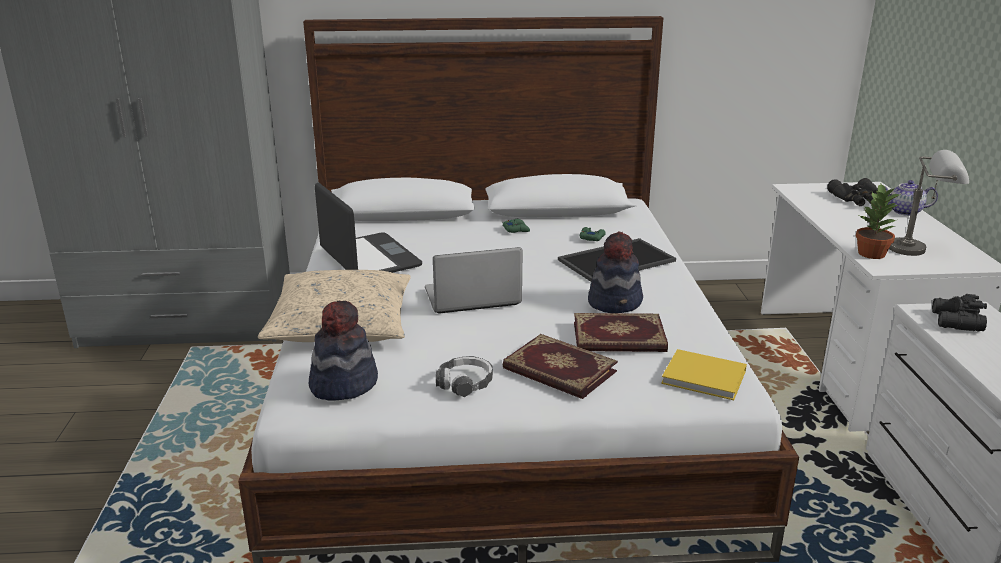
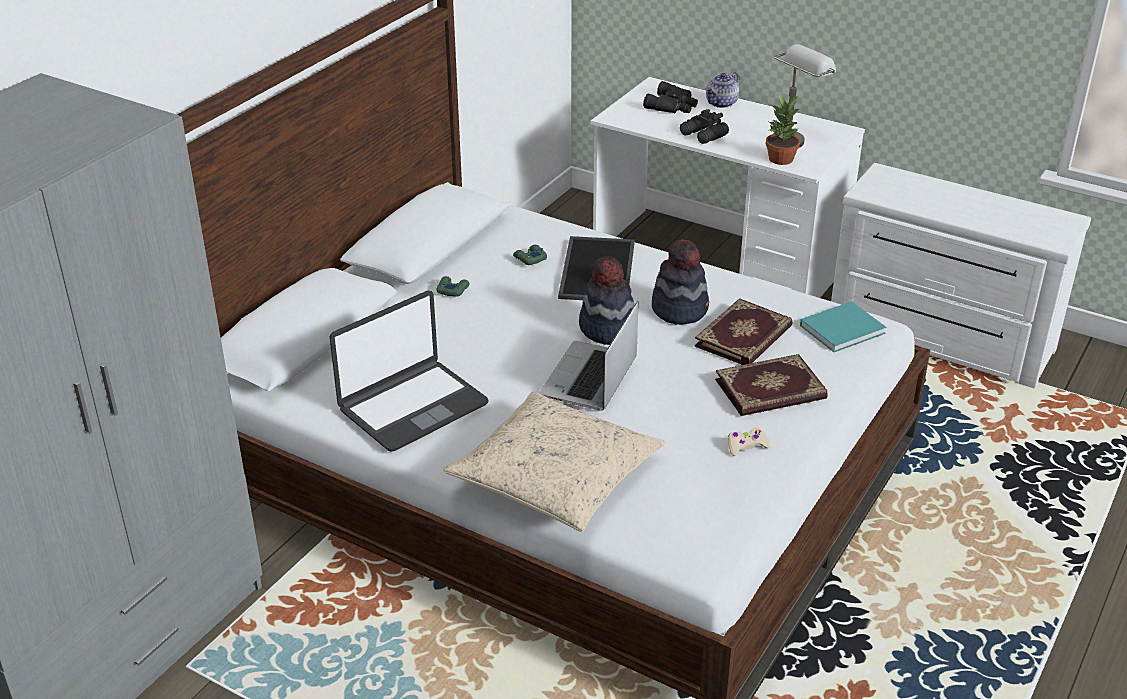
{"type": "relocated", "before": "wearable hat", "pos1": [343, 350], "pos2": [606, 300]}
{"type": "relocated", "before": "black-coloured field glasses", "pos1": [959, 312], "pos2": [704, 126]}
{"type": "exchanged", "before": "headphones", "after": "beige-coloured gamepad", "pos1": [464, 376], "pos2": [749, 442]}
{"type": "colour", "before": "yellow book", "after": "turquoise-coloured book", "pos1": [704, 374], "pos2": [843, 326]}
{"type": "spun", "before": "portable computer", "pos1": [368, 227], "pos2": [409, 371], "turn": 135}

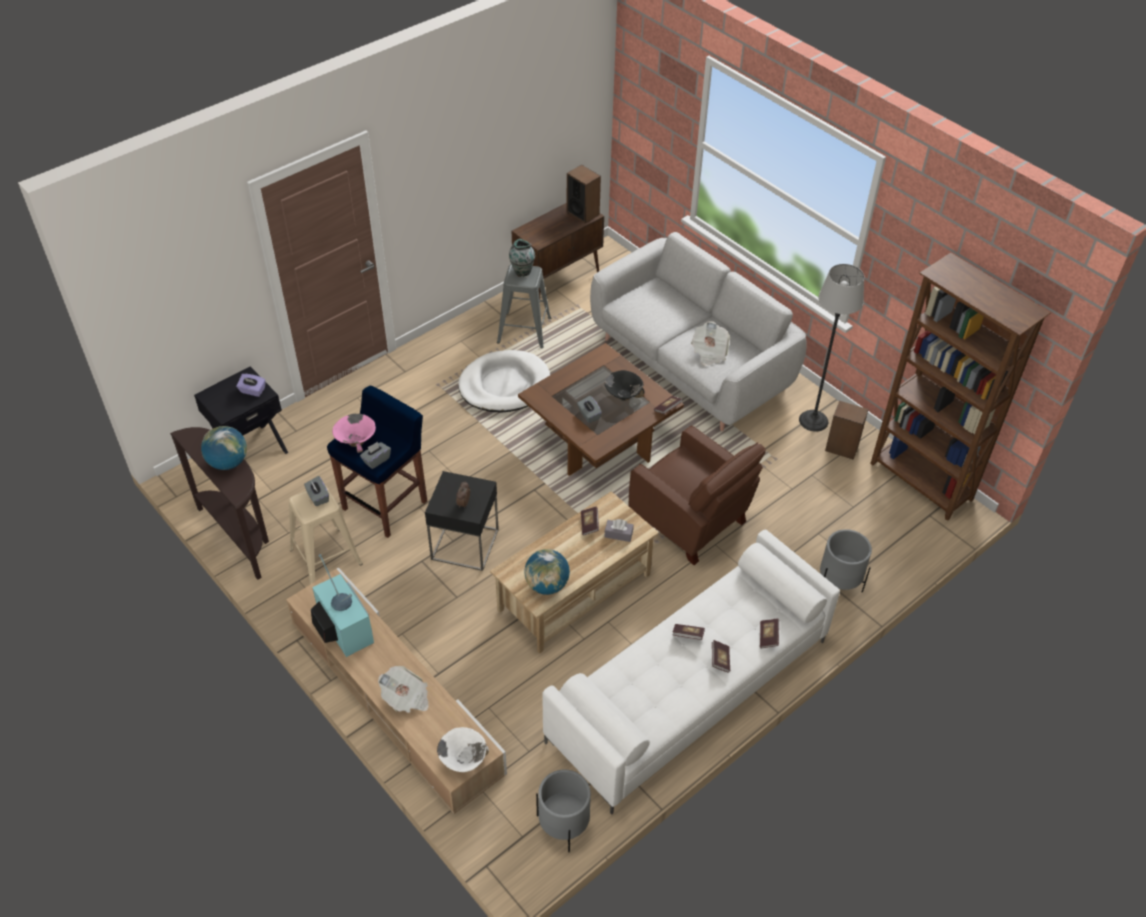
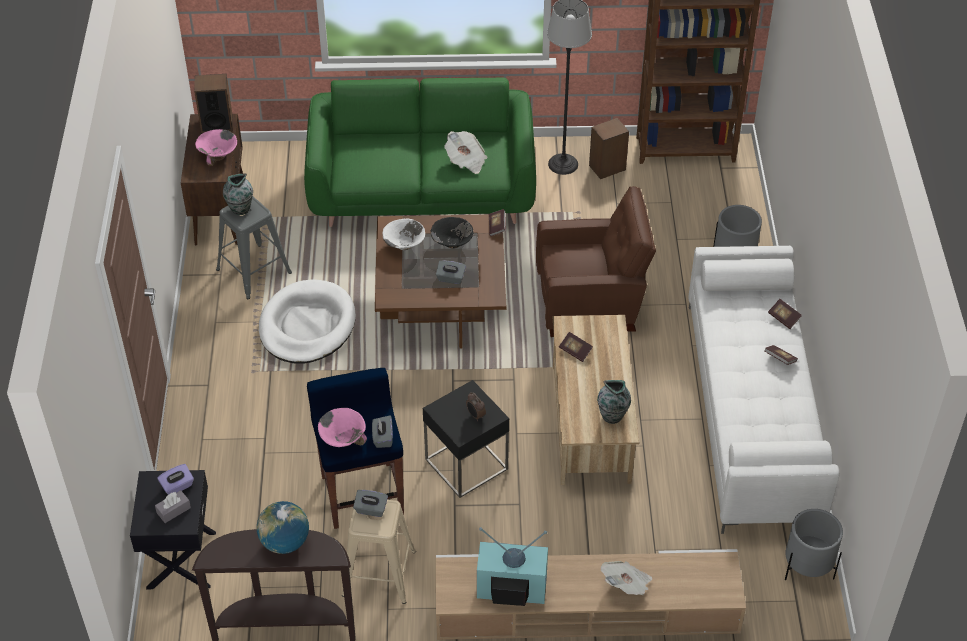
{"type": "missing", "before": "book", "pos1": [689, 632]}
{"type": "appeared", "after": "pink-coloured deep dish", "pos2": [216, 147]}
{"type": "relocated", "before": "whitish deep dish", "pos1": [463, 749], "pos2": [403, 234]}
{"type": "relocated", "before": "gray tissue holder", "pos1": [619, 530], "pos2": [173, 506]}
{"type": "exchanged", "before": "globe", "after": "decorative vase", "pos1": [547, 572], "pos2": [614, 402]}
{"type": "colour", "before": "gray settee", "after": "greenish settee", "pos1": [698, 331], "pos2": [420, 152]}

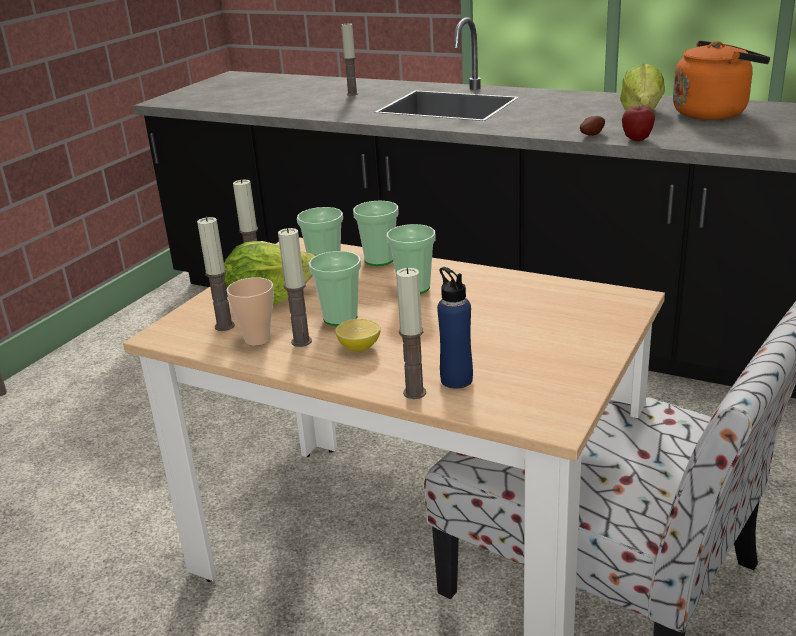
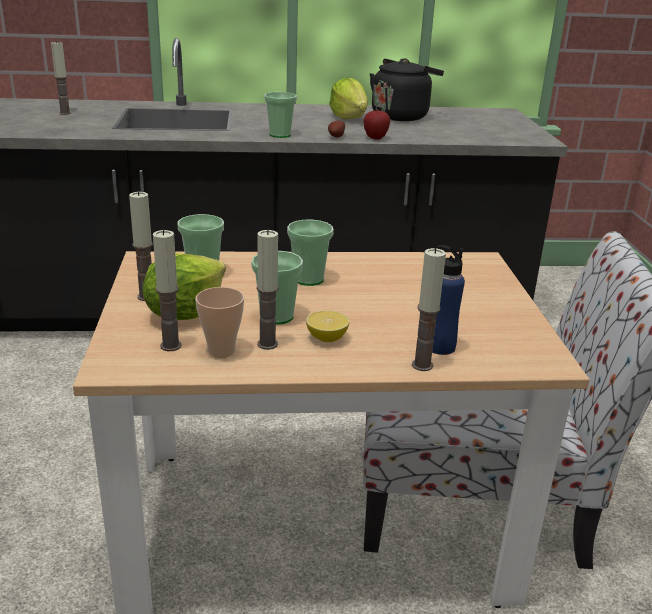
{"type": "relocated", "before": "small cup", "pos1": [376, 233], "pos2": [280, 115]}
{"type": "colour", "before": "orange-coloured tea kettle", "after": "black-coloured tea kettle", "pos1": [721, 80], "pos2": [407, 89]}

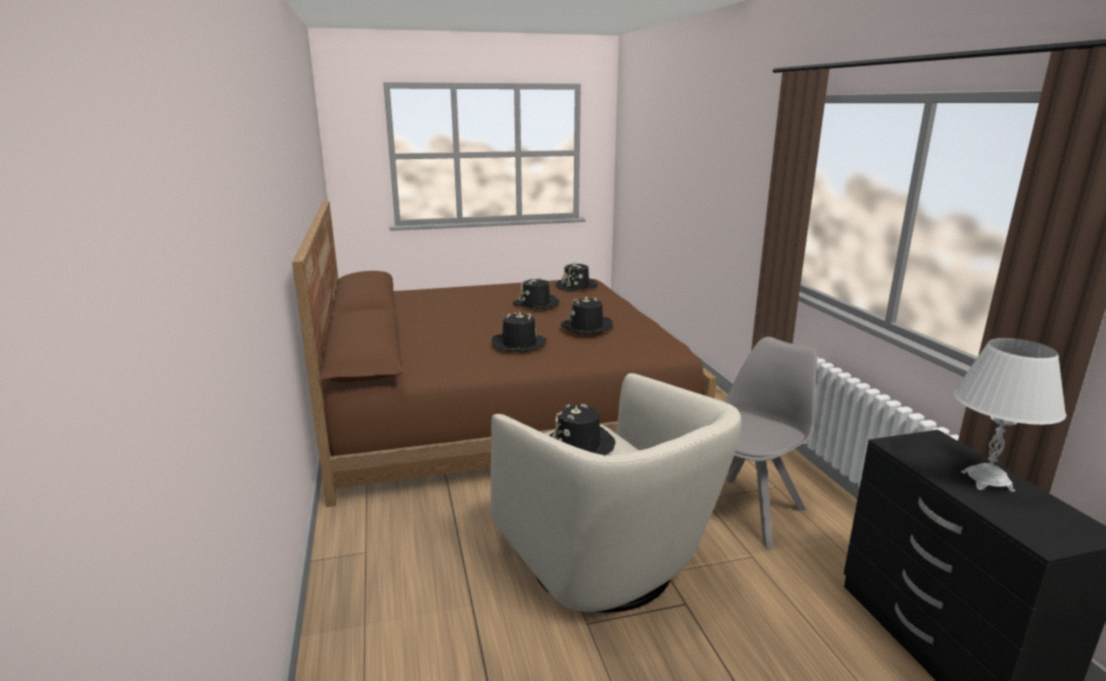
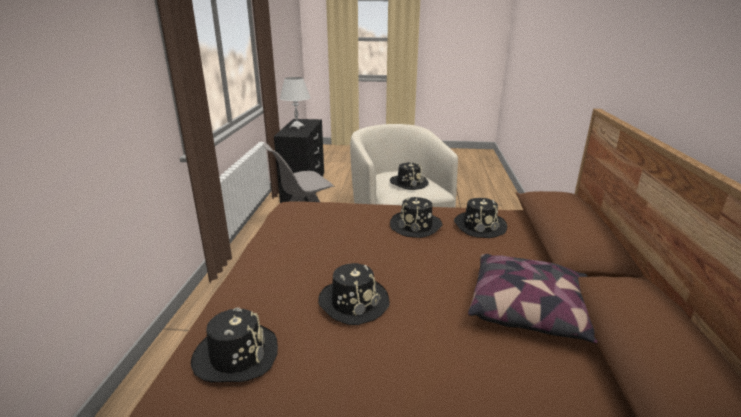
{"type": "appeared", "after": "throw pillow", "pos2": [533, 298]}
{"type": "relocated", "before": "black-coloured wearable hat", "pos1": [587, 315], "pos2": [480, 218]}

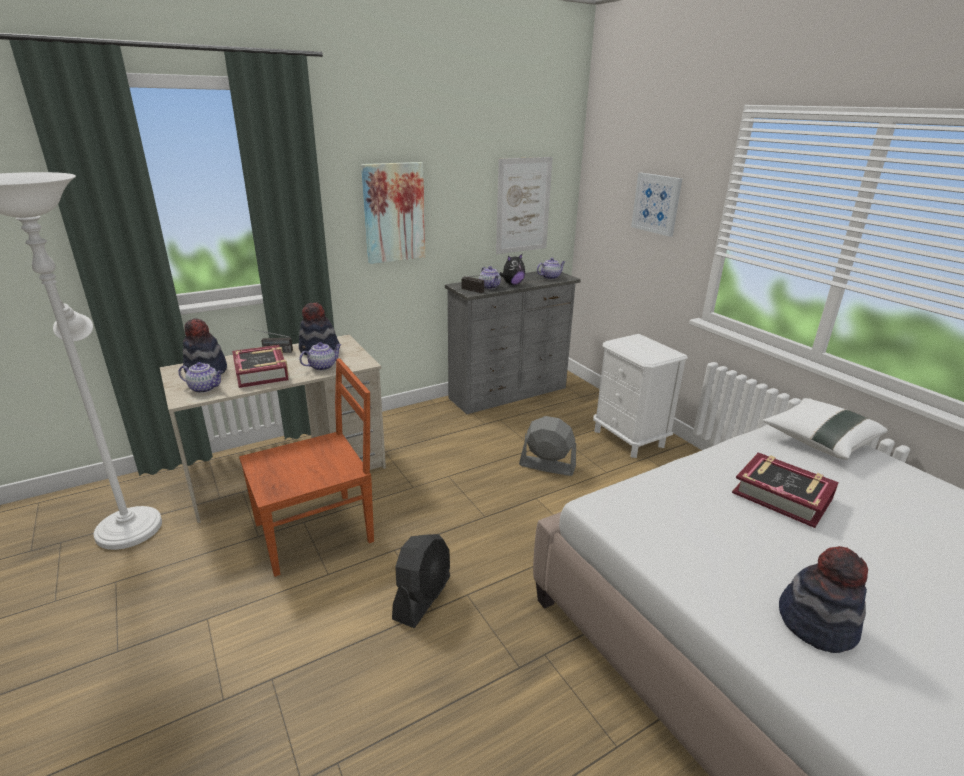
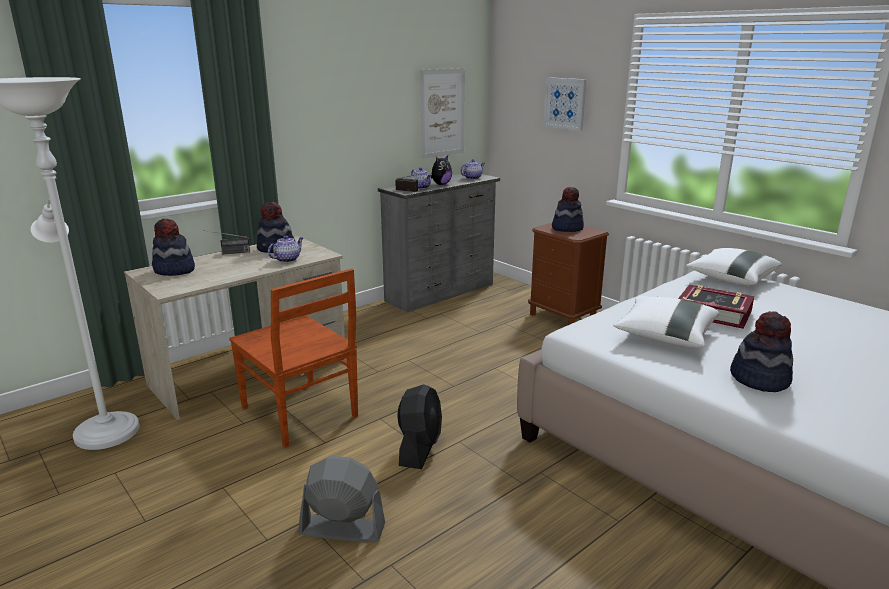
{"type": "missing", "before": "tea pot", "pos1": [200, 377]}
{"type": "missing", "before": "book", "pos1": [260, 366]}
{"type": "missing", "before": "picture", "pos1": [393, 213]}
{"type": "appeared", "after": "wearable hat", "pos2": [568, 209]}
{"type": "appeared", "after": "whitish throw pillow", "pos2": [666, 322]}
{"type": "relocated", "before": "gray electric fan", "pos1": [547, 446], "pos2": [341, 499]}
{"type": "colour", "before": "whitish bedside table", "after": "brownish bedside table", "pos1": [640, 396], "pos2": [568, 274]}
{"type": "spun", "before": "brownish plain chair", "pos1": [306, 467], "pos2": [293, 357], "turn": 90}

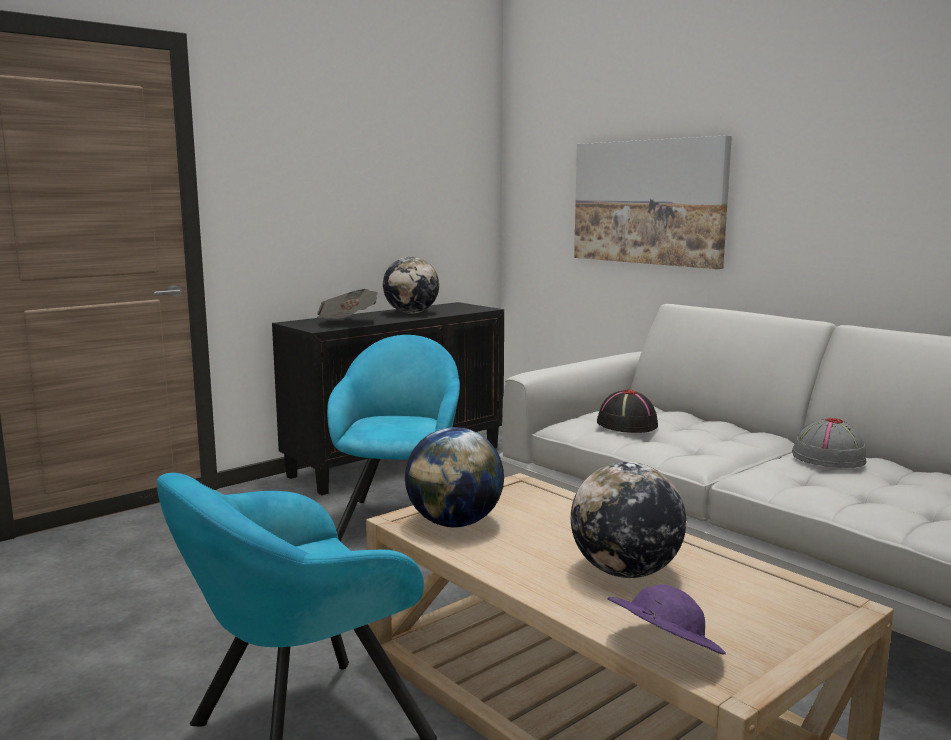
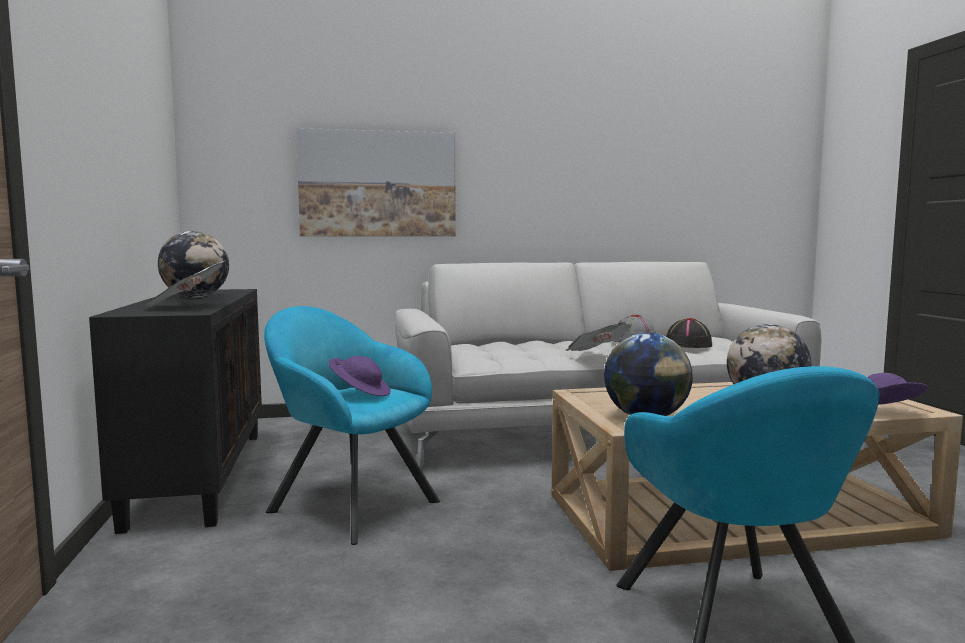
{"type": "appeared", "after": "purple-coloured wearable hat", "pos2": [359, 376]}
{"type": "appeared", "after": "daily paper", "pos2": [598, 336]}
{"type": "relocated", "before": "black-coloured wearable hat", "pos1": [627, 411], "pos2": [689, 333]}

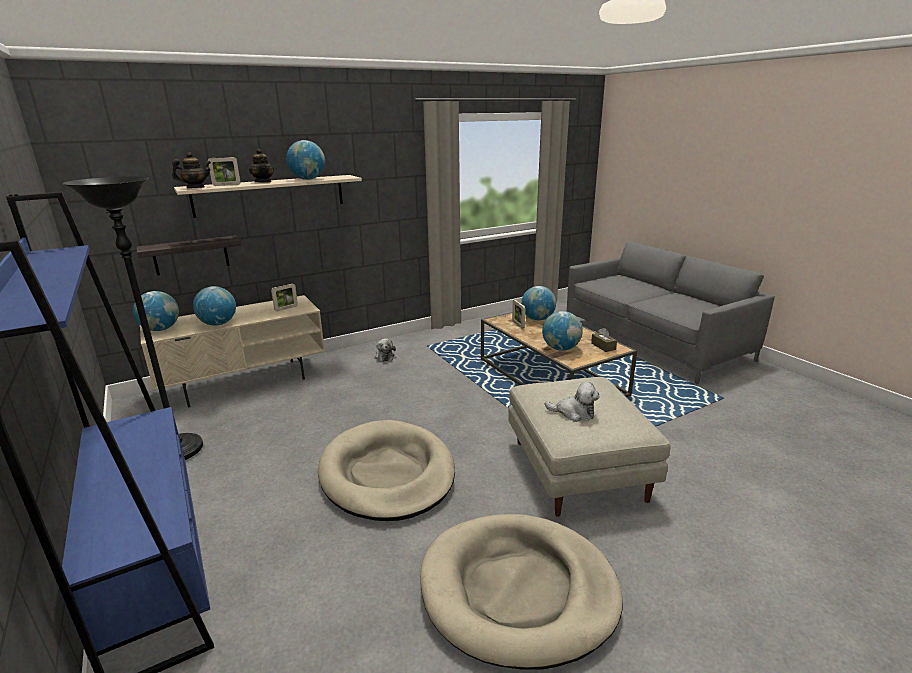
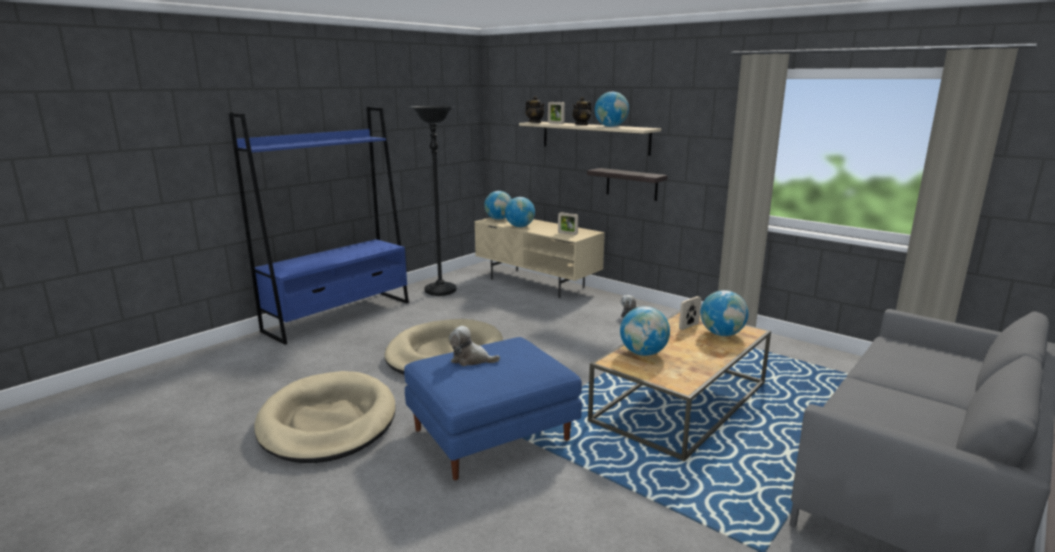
{"type": "missing", "before": "brownish tissue holder", "pos1": [604, 340]}
{"type": "relocated", "before": "bracket shelf", "pos1": [188, 255], "pos2": [627, 184]}
{"type": "colour", "before": "beige-coloured pouffe", "after": "bluish pouffe", "pos1": [589, 447], "pos2": [493, 408]}
{"type": "spun", "before": "cuddly toy", "pos1": [572, 402], "pos2": [474, 346], "turn": 105}

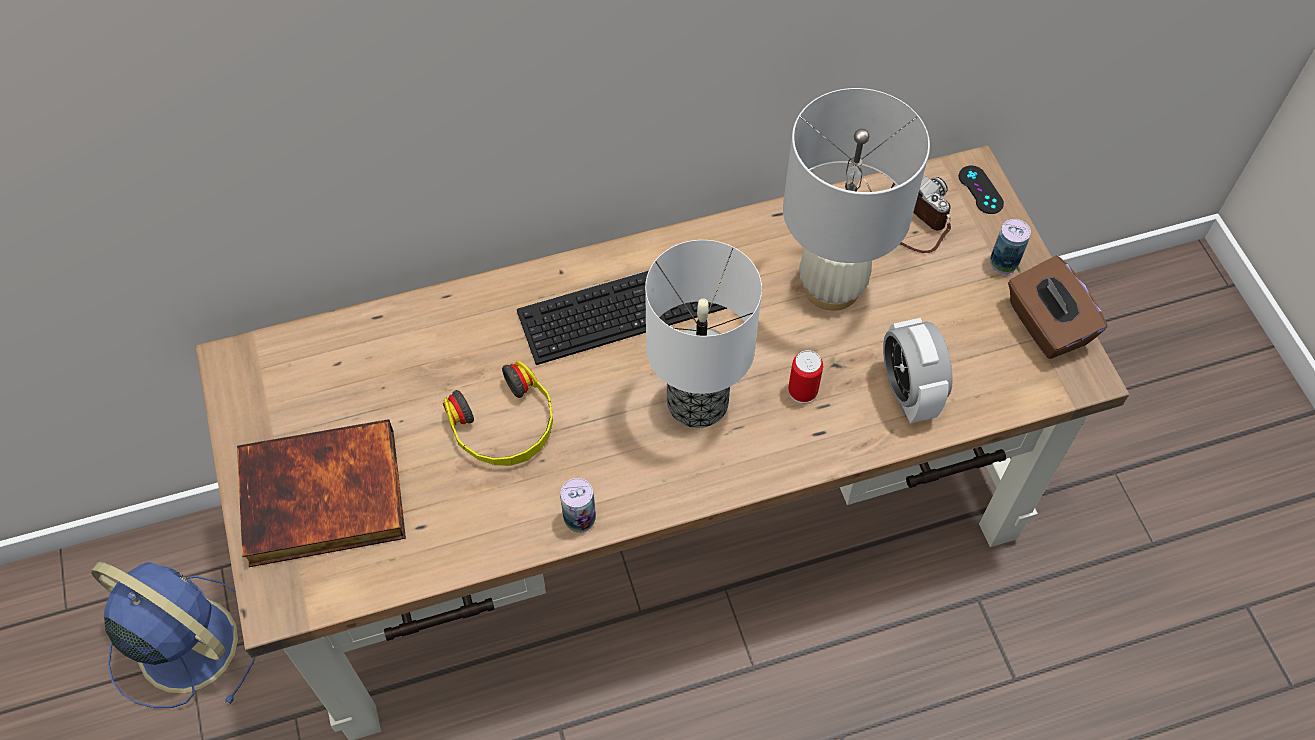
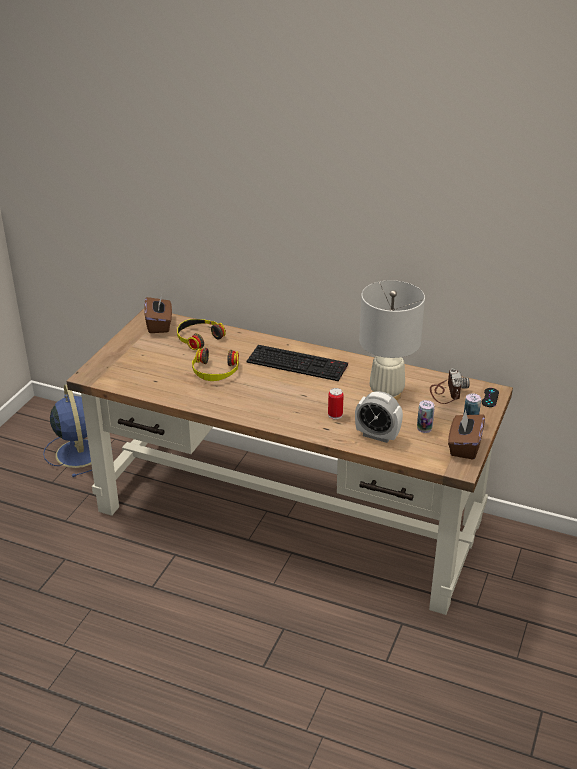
{"type": "missing", "before": "book", "pos1": [321, 493]}
{"type": "missing", "before": "table lamp", "pos1": [703, 334]}
{"type": "appeared", "after": "brownish tissue holder", "pos2": [158, 314]}
{"type": "appeared", "after": "headphones", "pos2": [201, 334]}
{"type": "relocated", "before": "metal can", "pos1": [578, 505], "pos2": [426, 416]}
{"type": "spun", "before": "bedside clock", "pos1": [918, 371], "pos2": [379, 417], "turn": -90}

